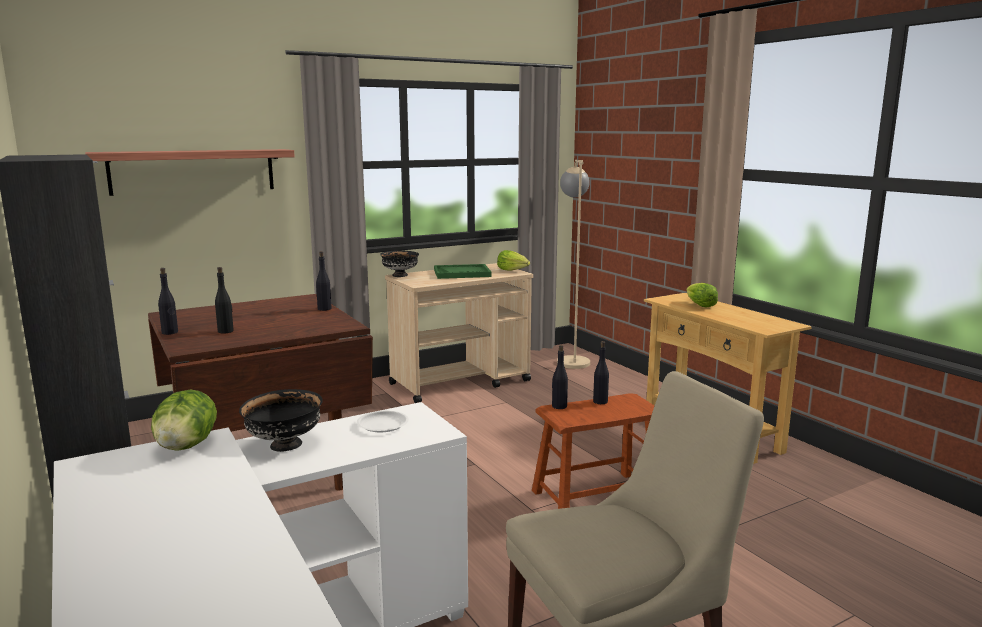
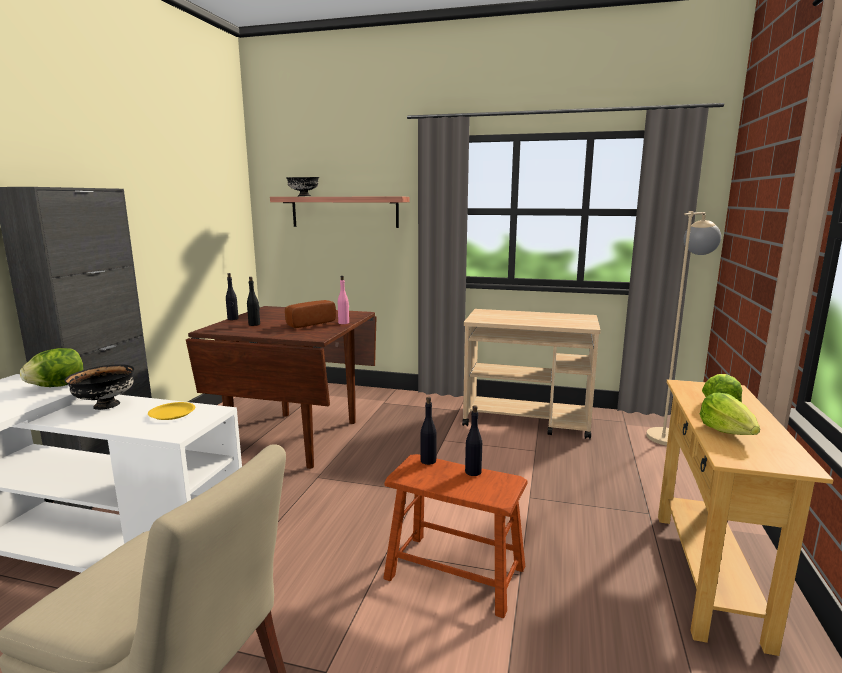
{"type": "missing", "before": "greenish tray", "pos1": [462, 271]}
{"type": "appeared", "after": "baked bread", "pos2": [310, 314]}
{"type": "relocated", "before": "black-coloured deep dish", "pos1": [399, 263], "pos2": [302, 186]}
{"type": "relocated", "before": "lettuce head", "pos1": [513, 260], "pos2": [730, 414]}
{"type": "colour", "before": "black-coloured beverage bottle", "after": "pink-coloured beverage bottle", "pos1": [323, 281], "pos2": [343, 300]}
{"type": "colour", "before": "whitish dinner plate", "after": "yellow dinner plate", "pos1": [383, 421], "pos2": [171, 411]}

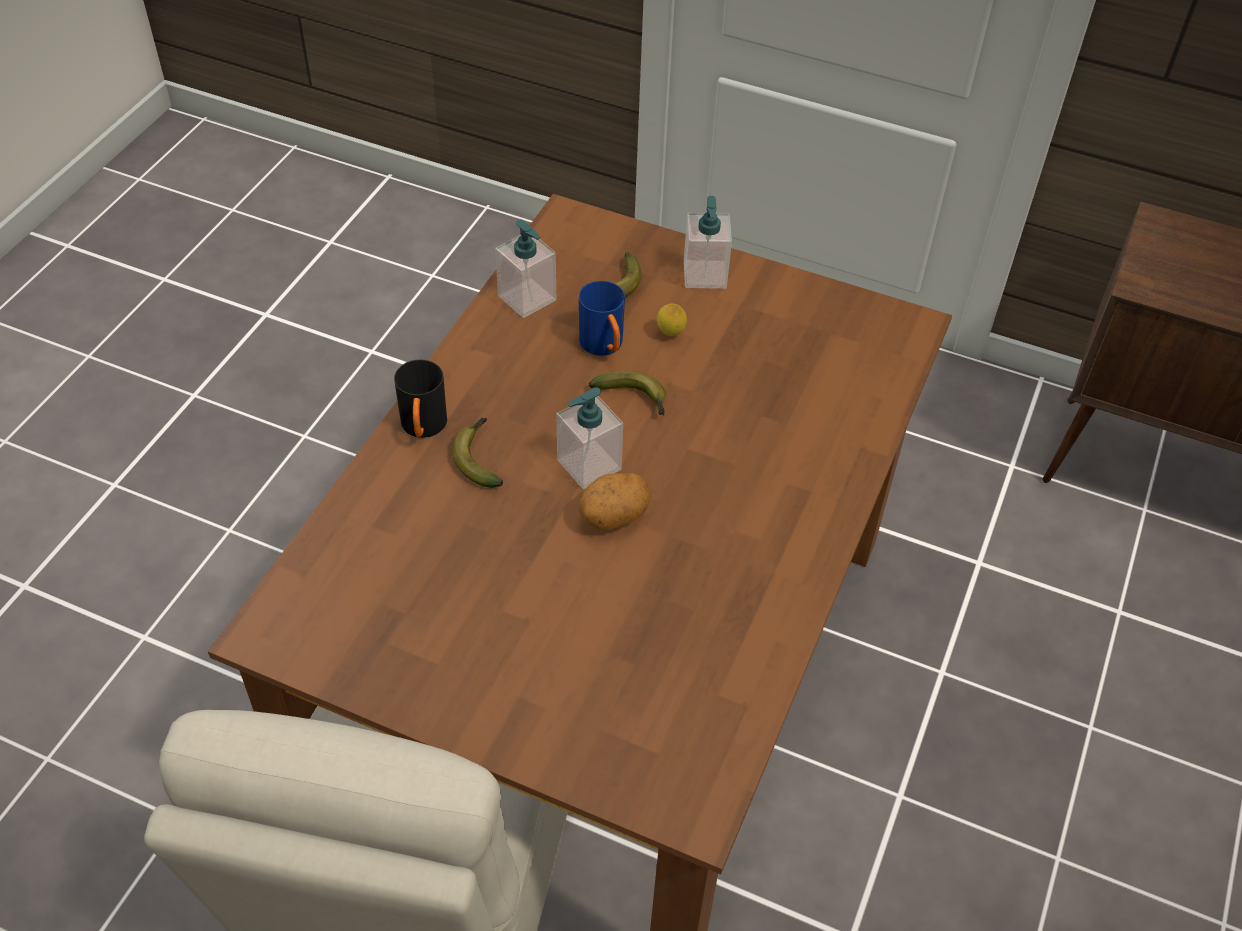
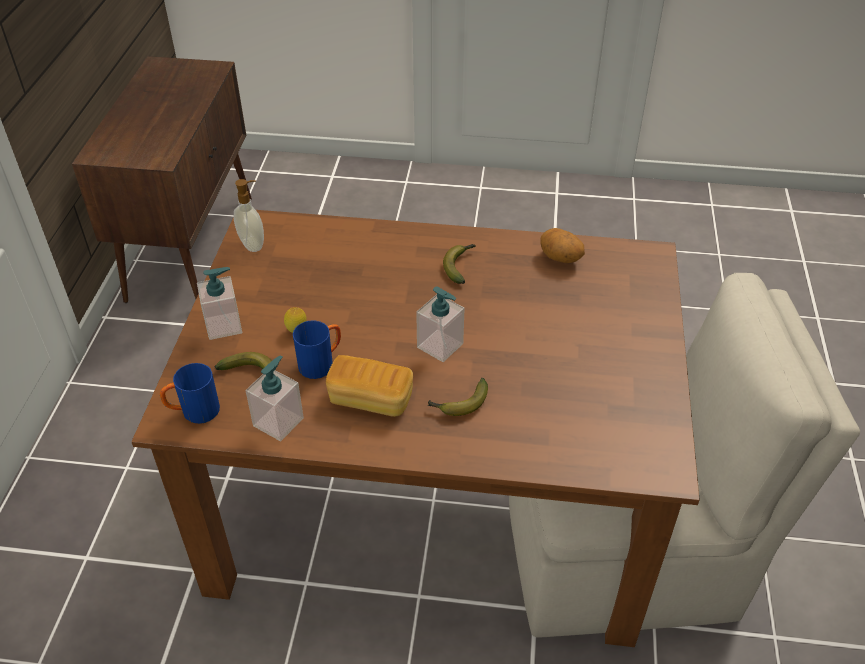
{"type": "missing", "before": "black-coloured coffee mug", "pos1": [420, 399]}
{"type": "appeared", "after": "bluish coffee mug", "pos2": [190, 393]}
{"type": "appeared", "after": "soap bottle", "pos2": [249, 215]}
{"type": "appeared", "after": "baked bread", "pos2": [369, 386]}
{"type": "relocated", "before": "whole potato", "pos1": [614, 501], "pos2": [562, 245]}
{"type": "relocated", "before": "whole banana", "pos1": [627, 393], "pos2": [459, 264]}

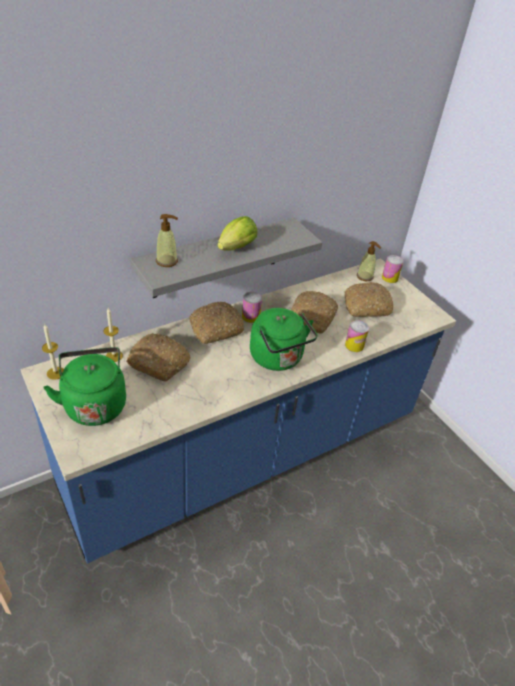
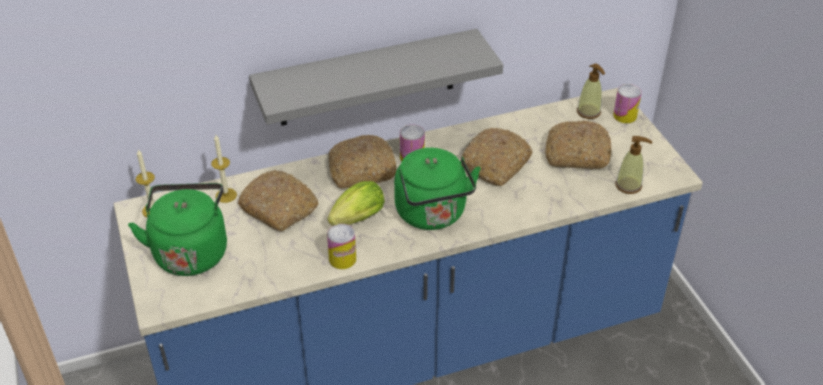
{"type": "relocated", "before": "soap bottle", "pos1": [167, 240], "pos2": [633, 165]}
{"type": "relocated", "before": "lettuce head", "pos1": [237, 233], "pos2": [356, 203]}
{"type": "relocated", "before": "metal can", "pos1": [357, 336], "pos2": [341, 246]}

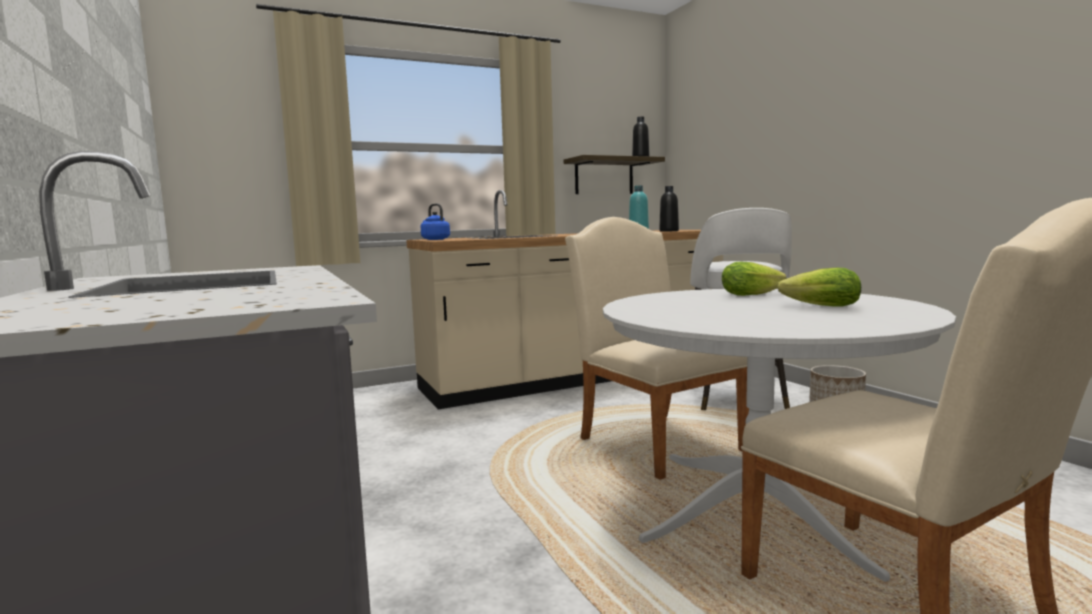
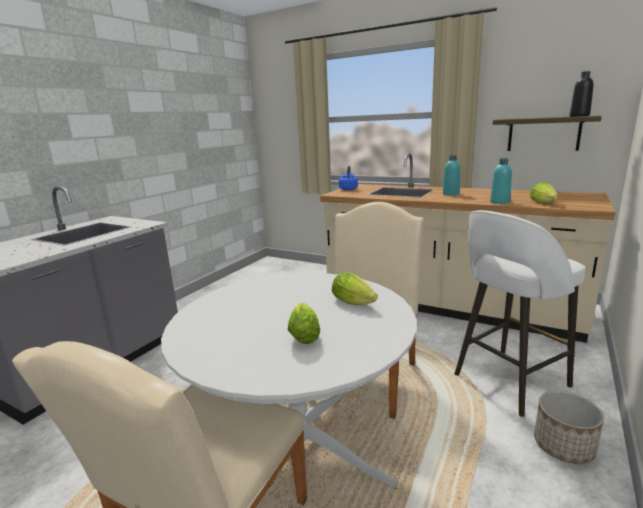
{"type": "appeared", "after": "turquoise-coloured beverage bottle", "pos2": [451, 175]}
{"type": "exchanged", "before": "black-coloured beverage bottle", "after": "lettuce head", "pos1": [669, 209], "pos2": [544, 192]}

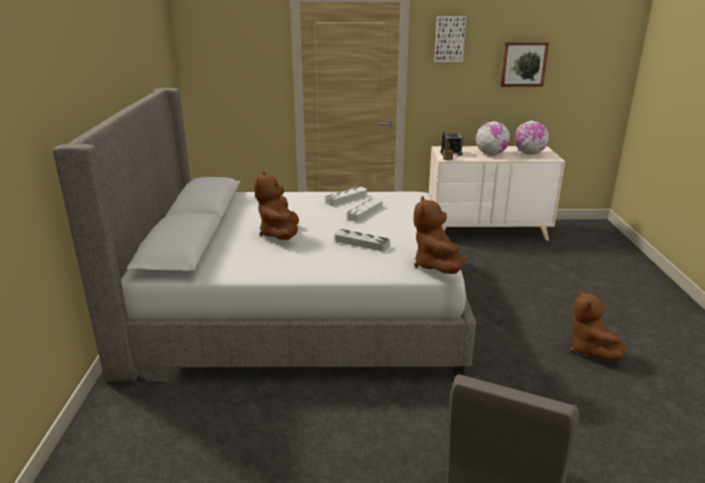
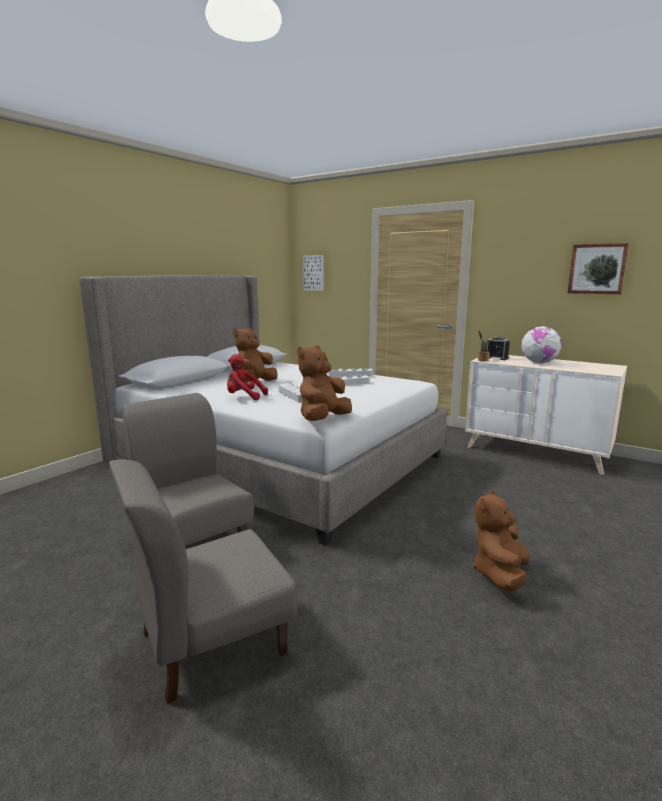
{"type": "missing", "before": "globe", "pos1": [531, 138]}
{"type": "appeared", "after": "gray plain chair", "pos2": [188, 469]}
{"type": "appeared", "after": "red-coloured cuddly toy", "pos2": [247, 377]}
{"type": "relocated", "before": "picture", "pos1": [450, 39], "pos2": [313, 273]}

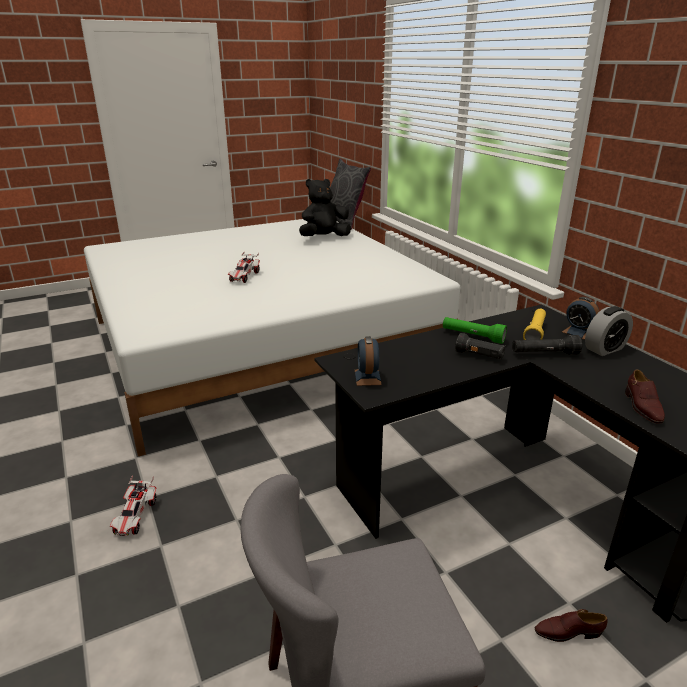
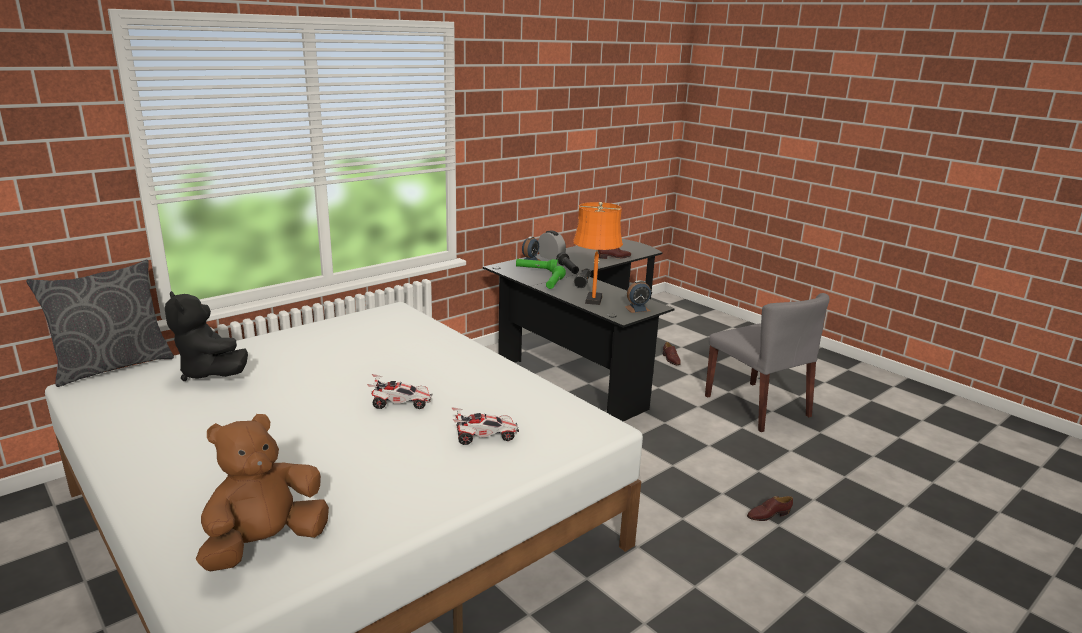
{"type": "appeared", "after": "brownish cuddly toy", "pos2": [262, 493]}
{"type": "appeared", "after": "orange-coloured table lamp", "pos2": [598, 253]}
{"type": "appeared", "after": "brownish low shoe", "pos2": [770, 508]}
{"type": "relocated", "before": "miniature car", "pos1": [133, 505], "pos2": [485, 426]}
{"type": "colour", "before": "yellow hand torch", "after": "greenish hand torch", "pos1": [534, 324], "pos2": [537, 265]}

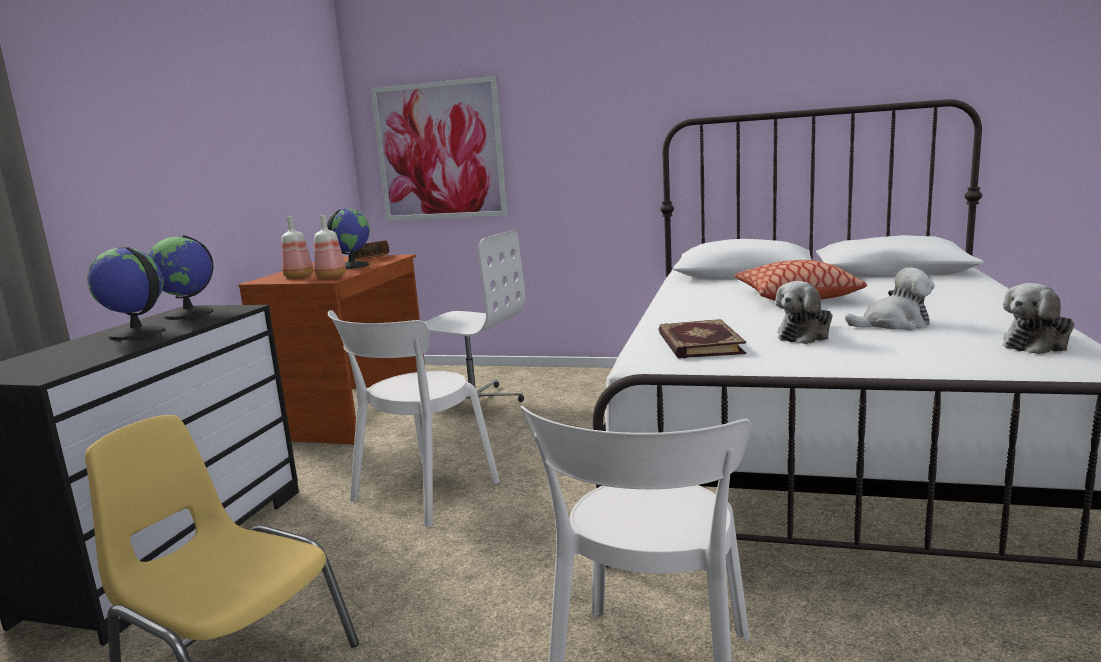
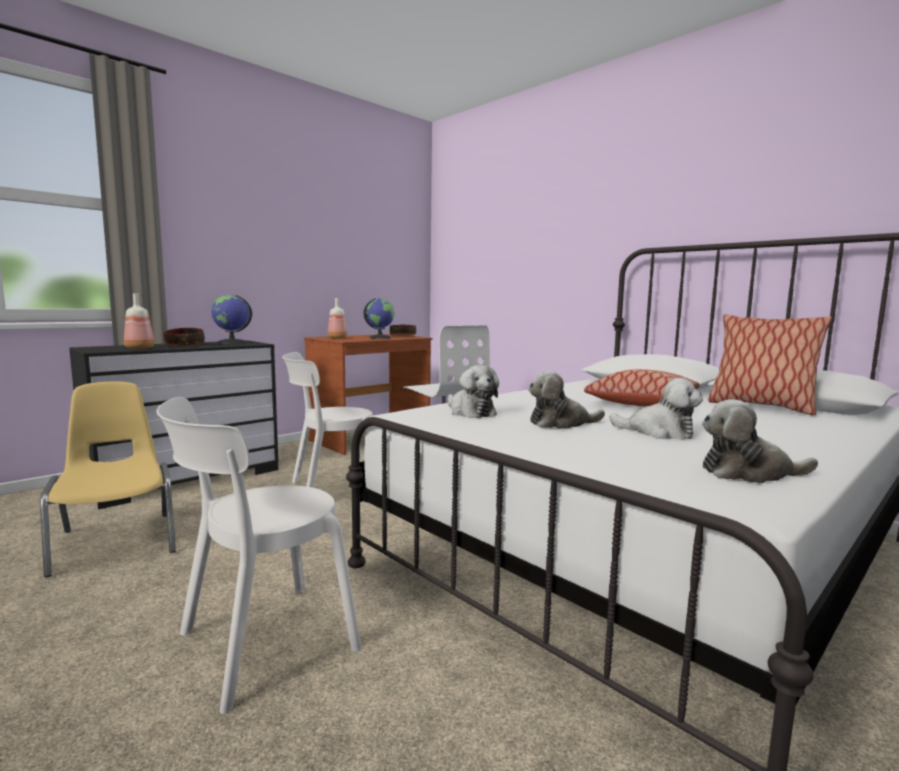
{"type": "missing", "before": "picture", "pos1": [439, 148]}
{"type": "appeared", "after": "throw pillow", "pos2": [770, 365]}
{"type": "relocated", "before": "beverage bottle", "pos1": [330, 247], "pos2": [139, 321]}
{"type": "exchanged", "before": "globe", "after": "deep dish", "pos1": [126, 294], "pos2": [184, 337]}
{"type": "exchanged", "before": "book", "after": "cuddly toy", "pos1": [702, 339], "pos2": [473, 391]}

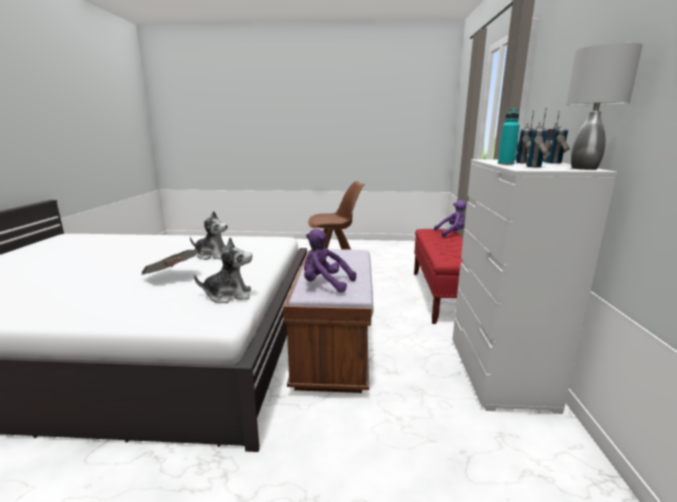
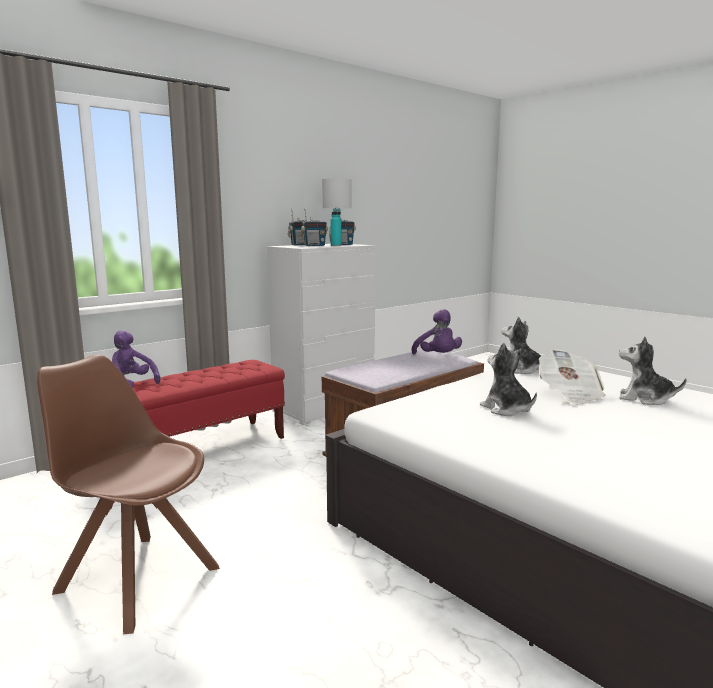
{"type": "appeared", "after": "cuddly toy", "pos2": [653, 371]}

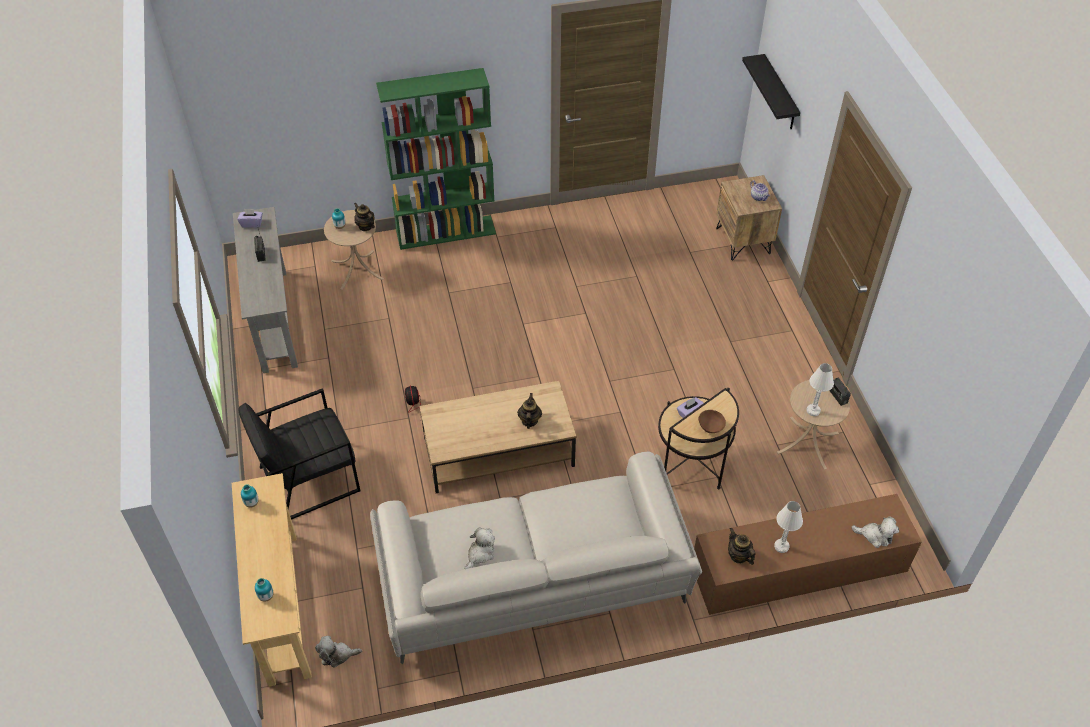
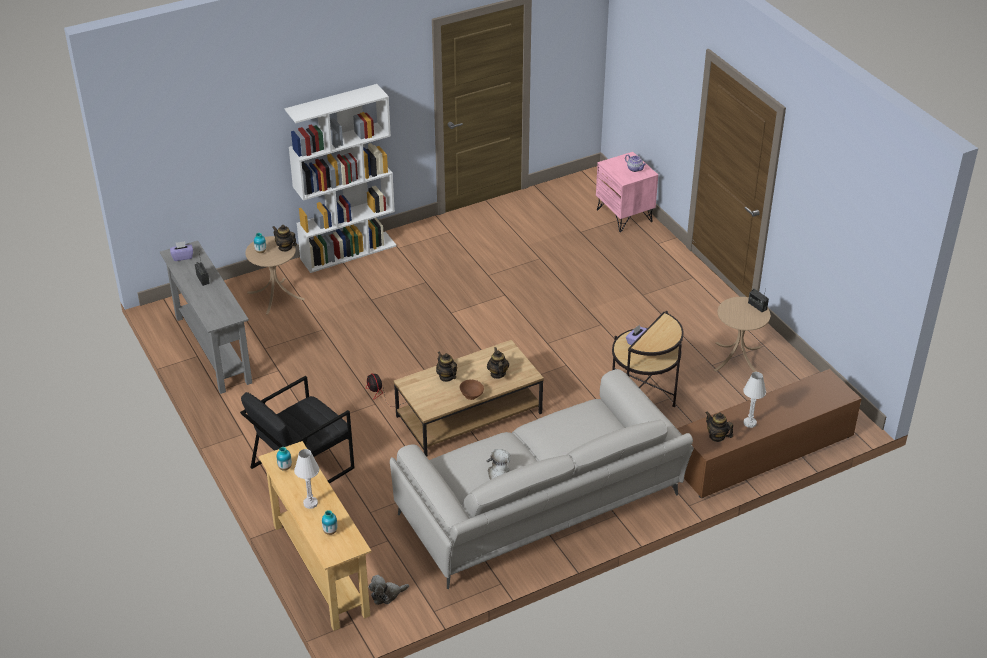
{"type": "missing", "before": "black-coloured bracket shelf", "pos1": [771, 91]}
{"type": "missing", "before": "cuddly toy", "pos1": [875, 532]}
{"type": "appeared", "after": "tea pot", "pos2": [446, 366]}
{"type": "relocated", "before": "brownish deep dish", "pos1": [712, 421], "pos2": [472, 390]}
{"type": "relocated", "before": "whitish table lamp", "pos1": [820, 389], "pos2": [306, 479]}
{"type": "colour", "before": "greenish shelving unit", "after": "whitish shelving unit", "pos1": [436, 159], "pos2": [341, 178]}
{"type": "colour", "before": "brownish bedside table", "after": "pink-coloured bedside table", "pos1": [749, 217], "pos2": [627, 192]}

